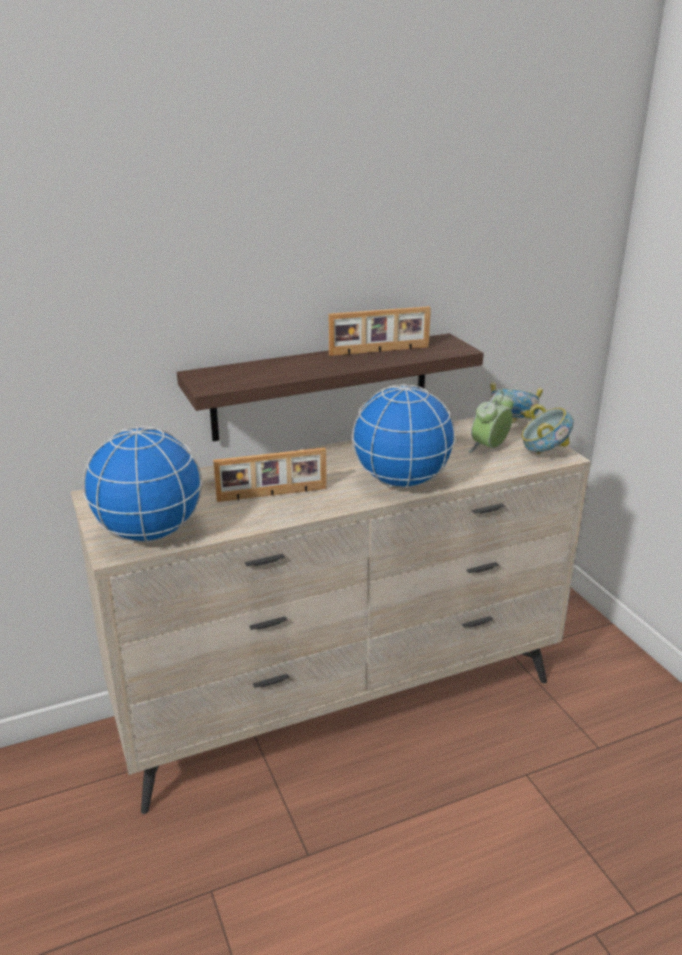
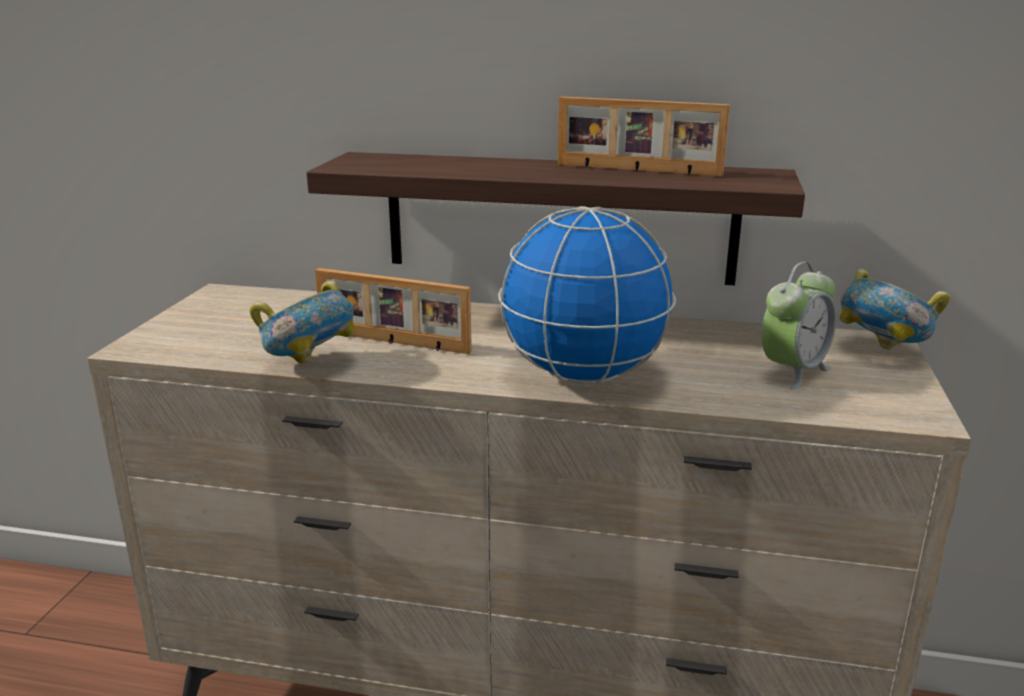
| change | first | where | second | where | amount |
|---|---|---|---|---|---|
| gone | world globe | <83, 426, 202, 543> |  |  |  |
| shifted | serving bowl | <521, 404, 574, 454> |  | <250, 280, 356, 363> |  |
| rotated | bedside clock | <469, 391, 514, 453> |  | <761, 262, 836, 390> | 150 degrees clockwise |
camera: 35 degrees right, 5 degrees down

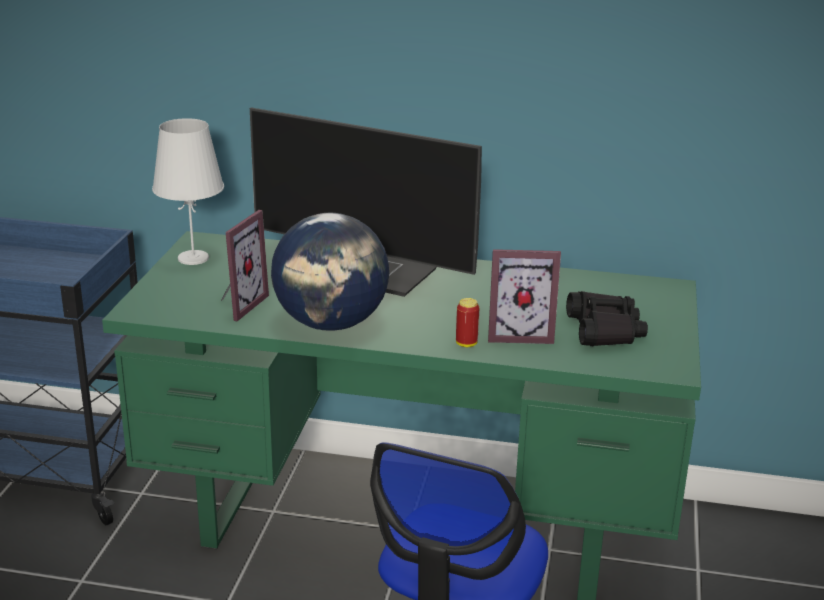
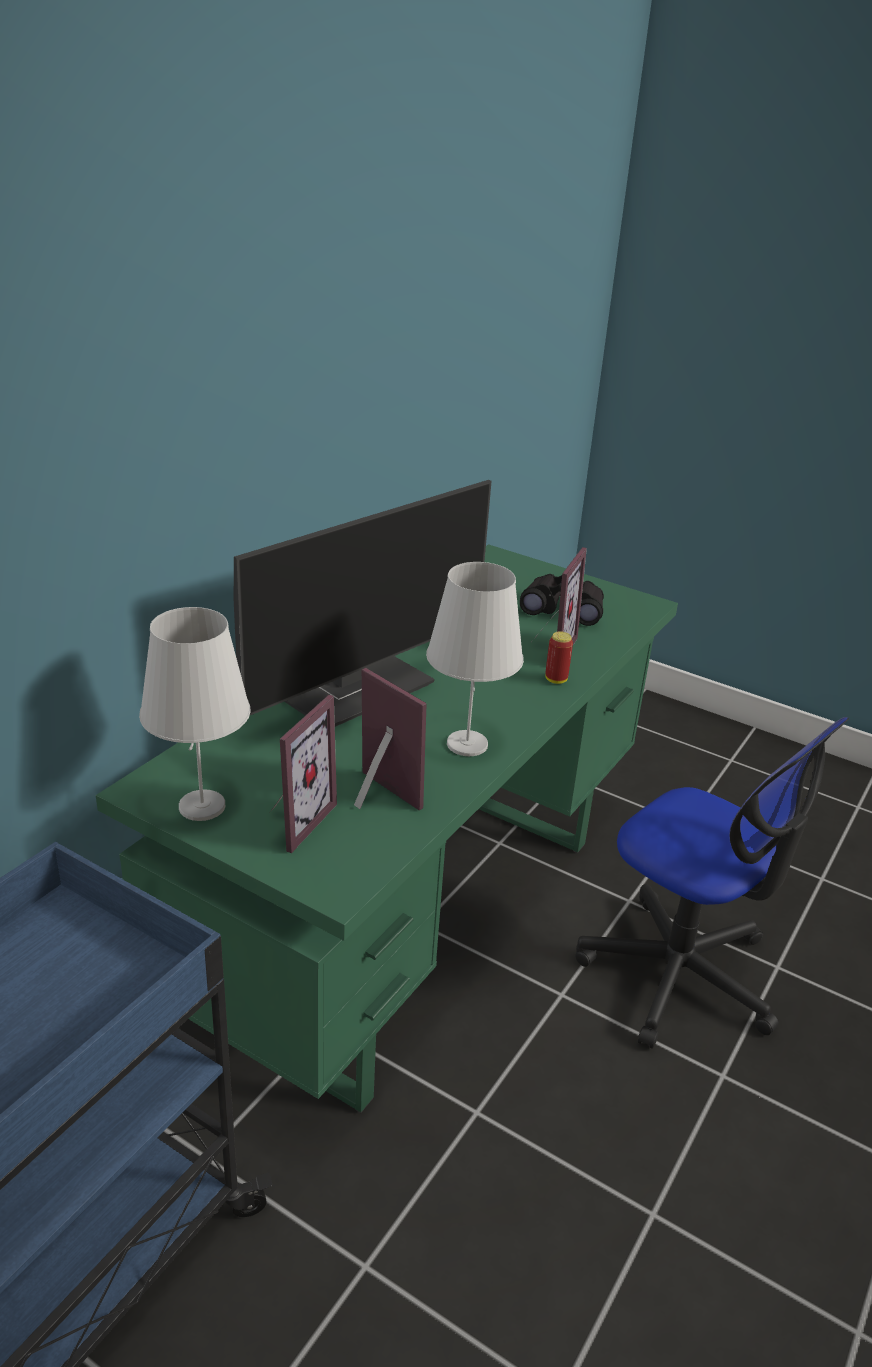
| change | first | where | second | where | amount |
|---|---|---|---|---|---|
| new |  |  | picture frame | <270, 695, 337, 853> |  |
| swapped | world globe | <271, 213, 389, 331> | whitish table lamp | <426, 562, 524, 756> |  |
camera: 70 degrees left, 5 degrees up

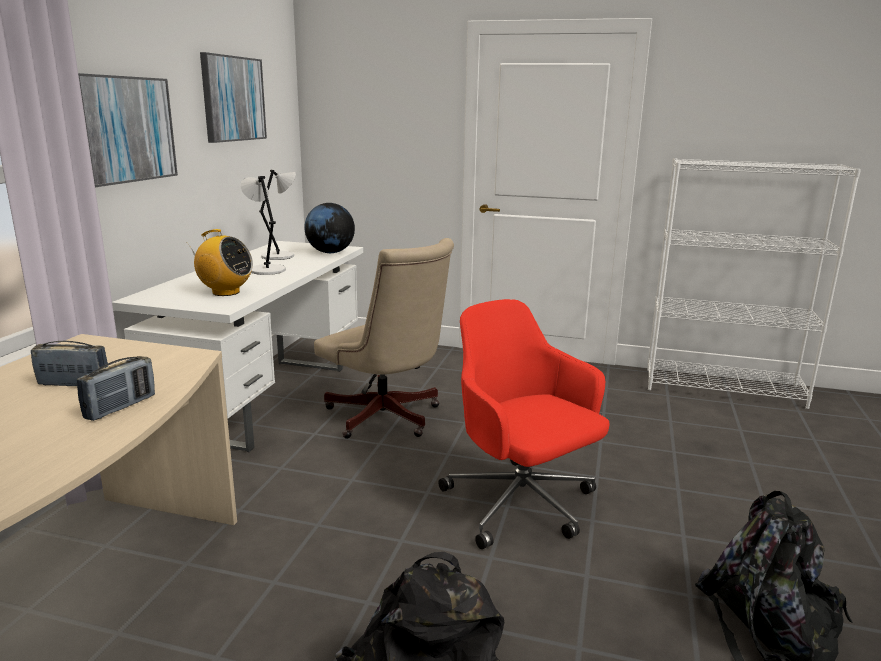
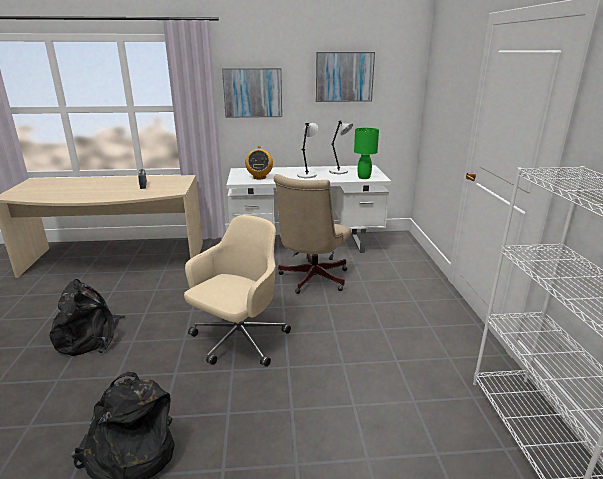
| change | first | where | second | where | amount |
|---|---|---|---|---|---|
| gone | radio | <77, 356, 155, 421> |  |  |  |
| swapped | world globe | <304, 203, 355, 253> | green table lamp | <354, 128, 379, 179> |  |
| repainted | red computer chair | <438, 299, 610, 549> | beige computer chair | <184, 215, 291, 367> |  |
camera: 70 degrees right, 5 degrees up

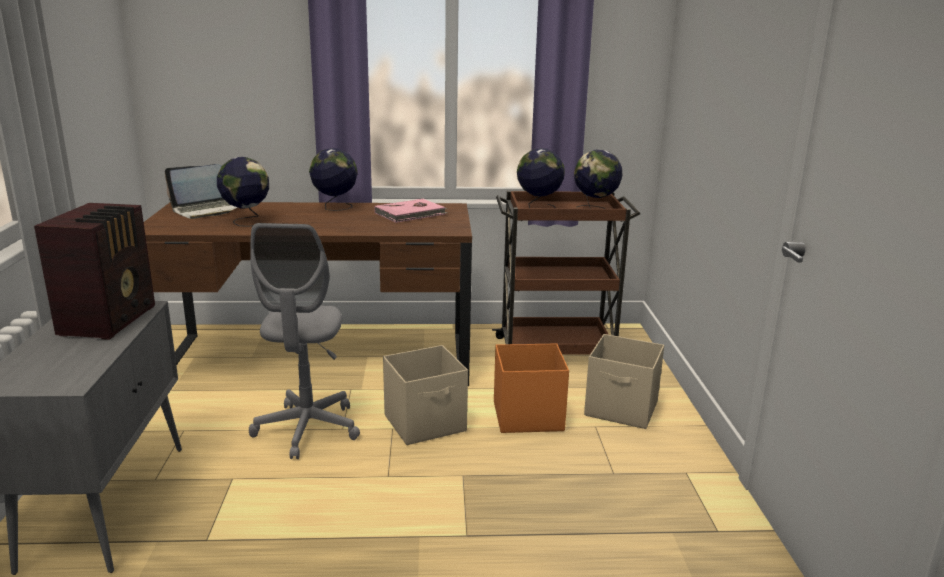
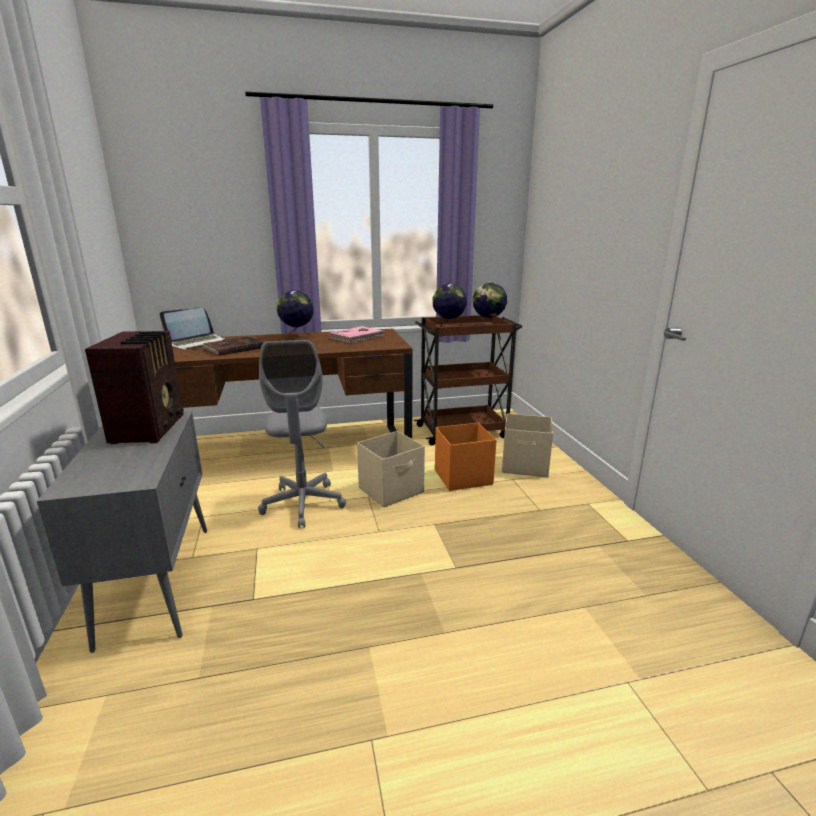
| change | first | where | second | where | amount |
|---|---|---|---|---|---|
| swapped | world globe | <217, 157, 269, 227> | brownish bound book | <202, 336, 264, 356> |  |
camera: 10 degrees left, 0 degrees up

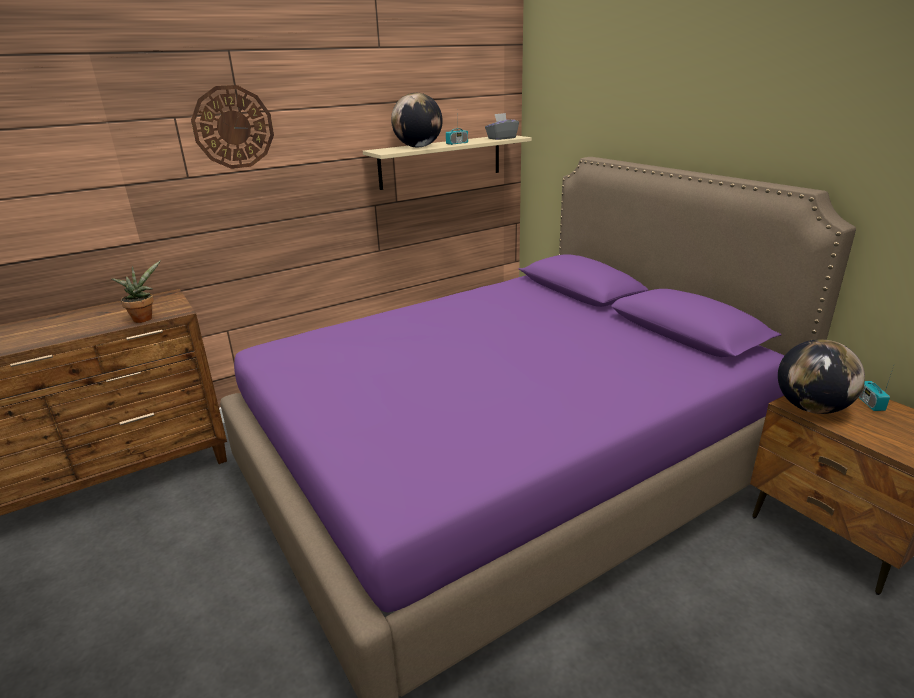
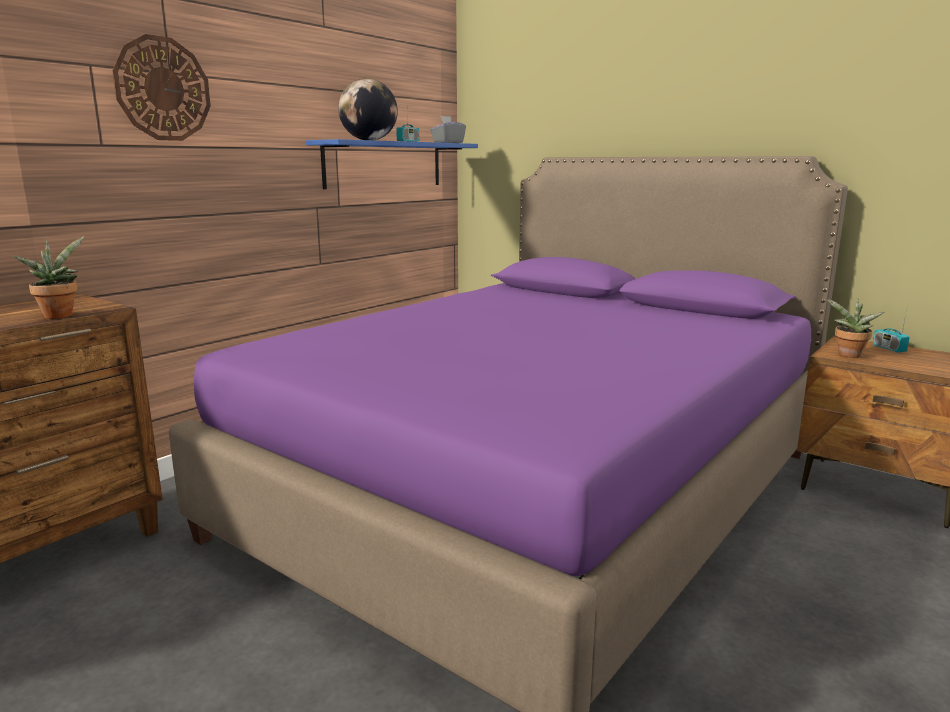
| change | first | where | second | where | amount |
|---|---|---|---|---|---|
| swapped | world globe | <778, 339, 865, 414> | potted plant | <827, 299, 884, 358> |  |
| repainted | beige bracket shelf | <363, 135, 532, 190> | bluish bracket shelf | <306, 139, 478, 189> |  |
camera: 20 degrees left, 10 degrees down

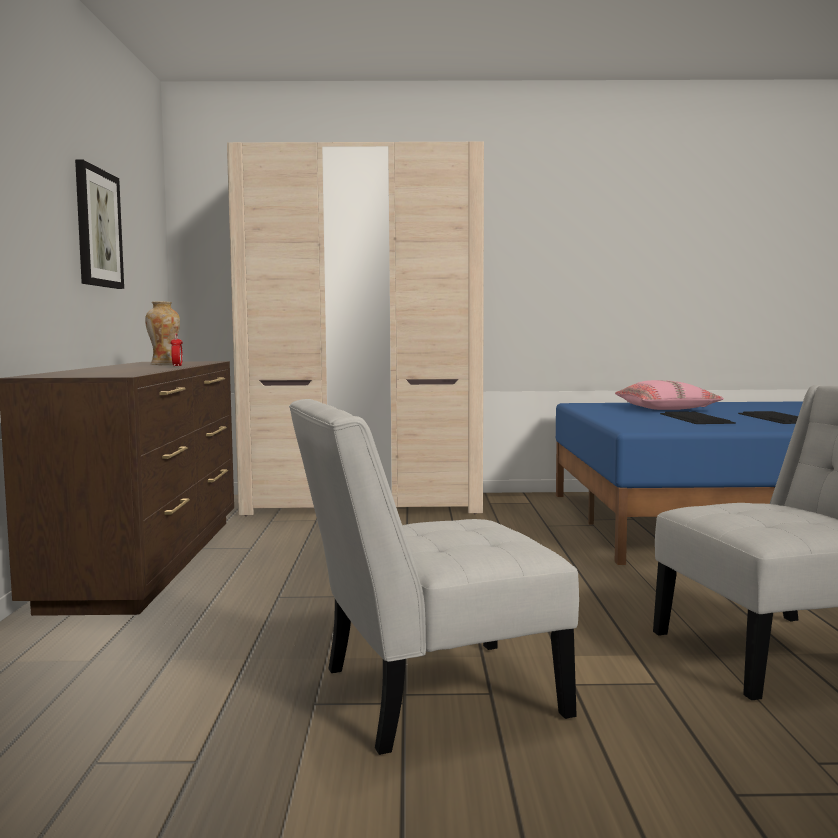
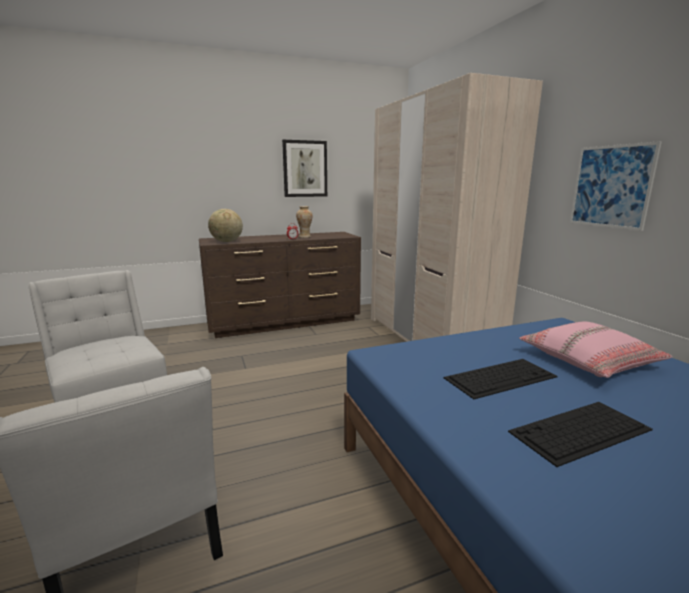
| change | first | where | second | where | amount |
|---|---|---|---|---|---|
| new |  |  | world globe | <208, 209, 243, 242> |  |
| new |  |  | wall picture | <570, 141, 662, 231> |  |
camera: 70 degrees right, 10 degrees up

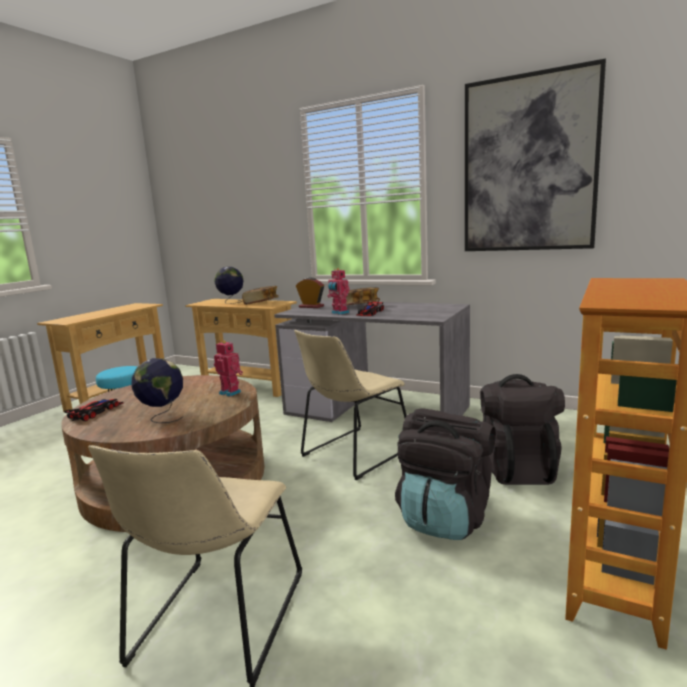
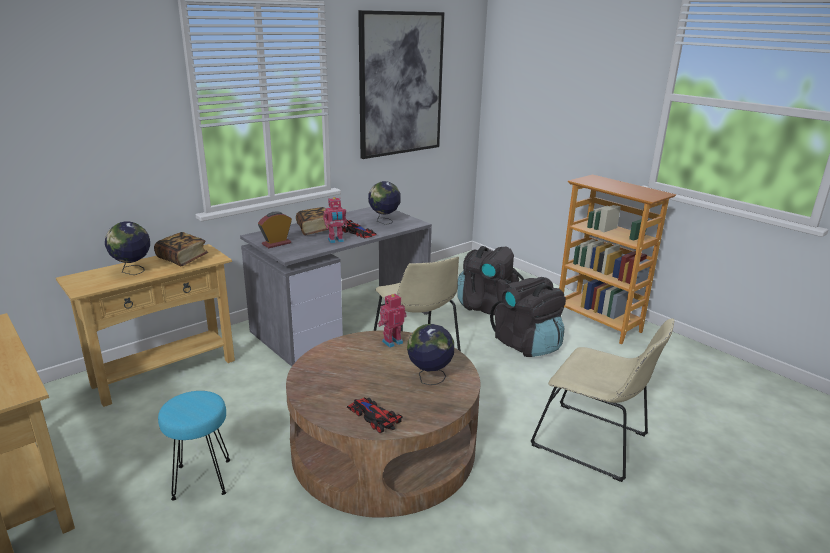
| change | first | where | second | where | amount |
|---|---|---|---|---|---|
| new |  |  | world globe | <368, 181, 401, 225> |  |
camera: 70 degrees left, 10 degrees up

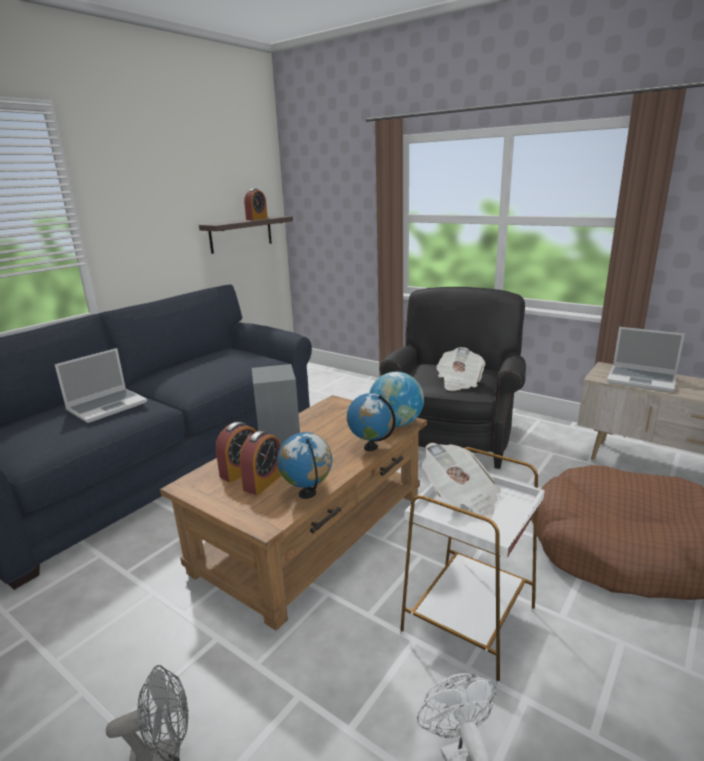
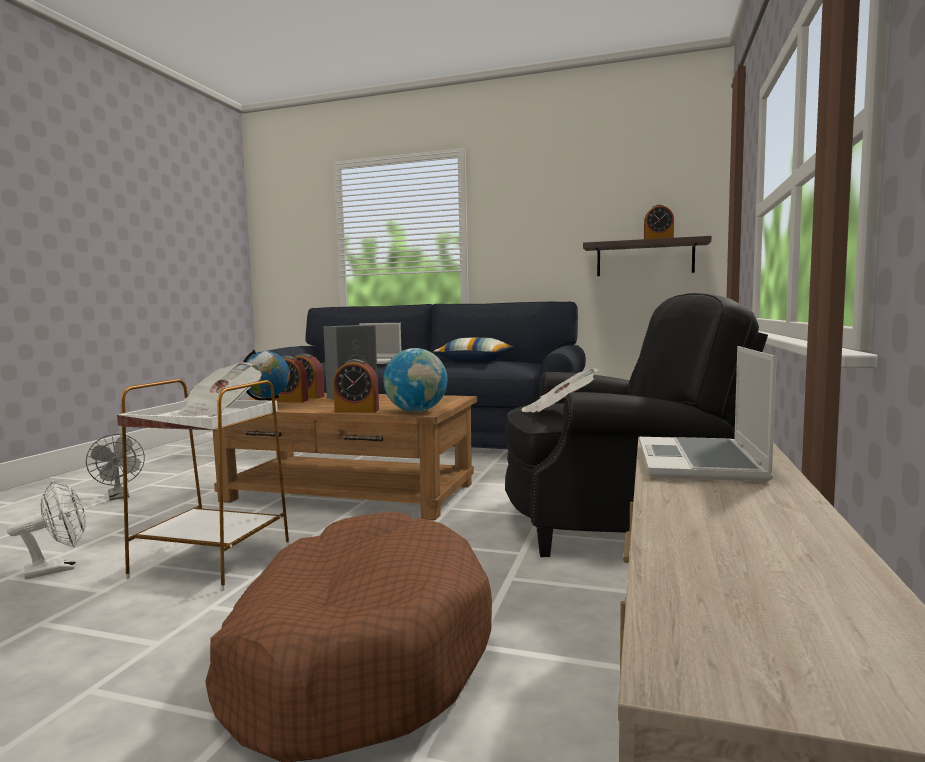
| change | first | where | second | where | amount |
|---|---|---|---|---|---|
| new |  |  | throw pillow | <433, 338, 515, 362> |  |
| swapped | world globe | <347, 393, 396, 451> | bedside clock | <333, 359, 379, 413> |  |
camera: 70 degrees right, 15 degrees down

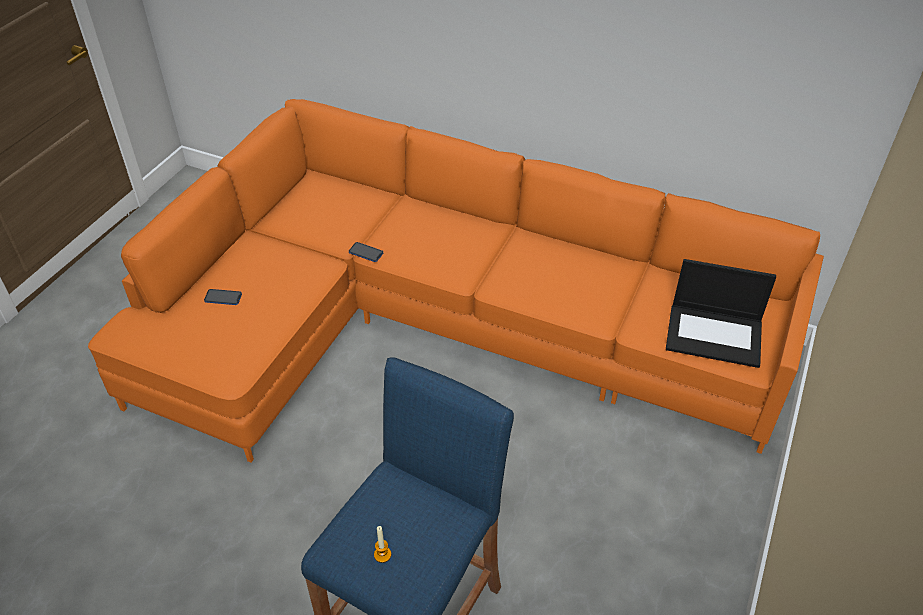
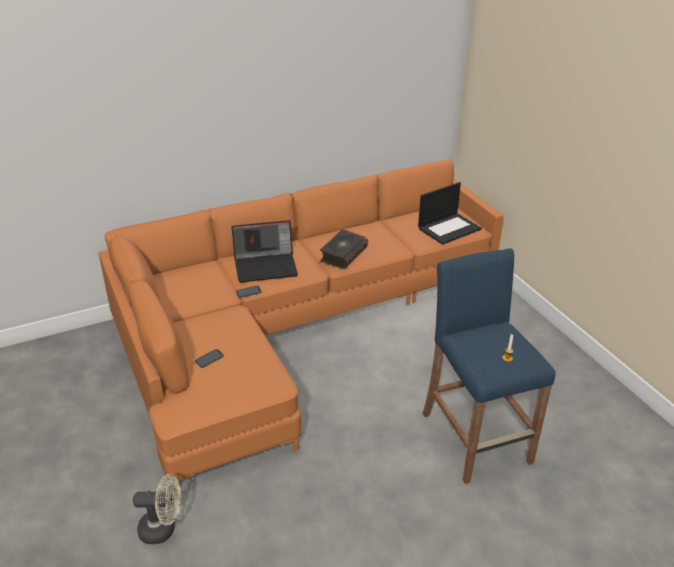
| change | first | where | second | where | amount |
|---|---|---|---|---|---|
| new |  |  | beige fan | <133, 474, 181, 544> |  |
| new |  |  | portable computer | <231, 220, 298, 282> |  |
| new |  |  | bound book | <320, 229, 368, 269> |  |
camera: 50 degrees left, 10 degrees down

